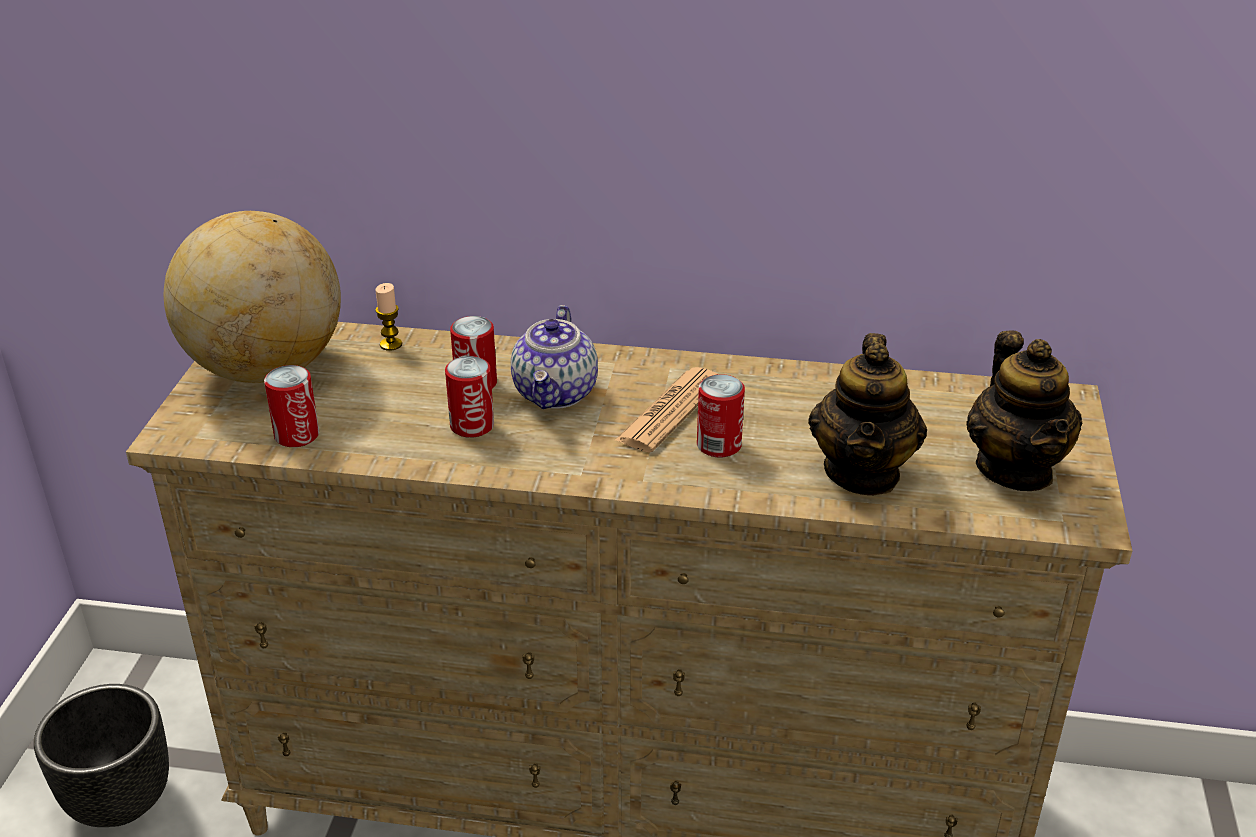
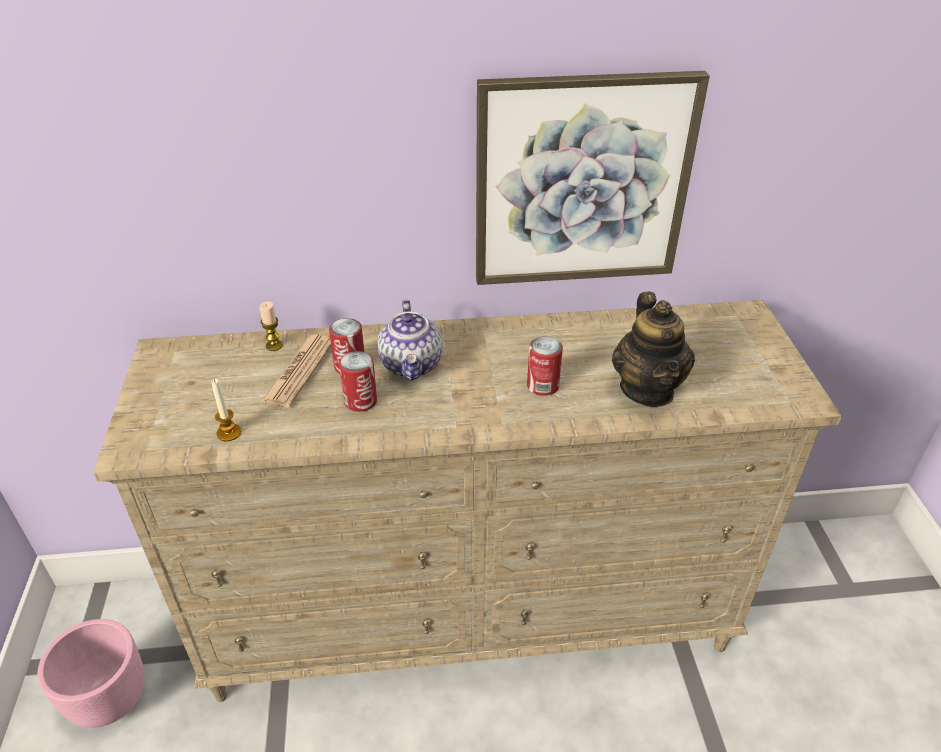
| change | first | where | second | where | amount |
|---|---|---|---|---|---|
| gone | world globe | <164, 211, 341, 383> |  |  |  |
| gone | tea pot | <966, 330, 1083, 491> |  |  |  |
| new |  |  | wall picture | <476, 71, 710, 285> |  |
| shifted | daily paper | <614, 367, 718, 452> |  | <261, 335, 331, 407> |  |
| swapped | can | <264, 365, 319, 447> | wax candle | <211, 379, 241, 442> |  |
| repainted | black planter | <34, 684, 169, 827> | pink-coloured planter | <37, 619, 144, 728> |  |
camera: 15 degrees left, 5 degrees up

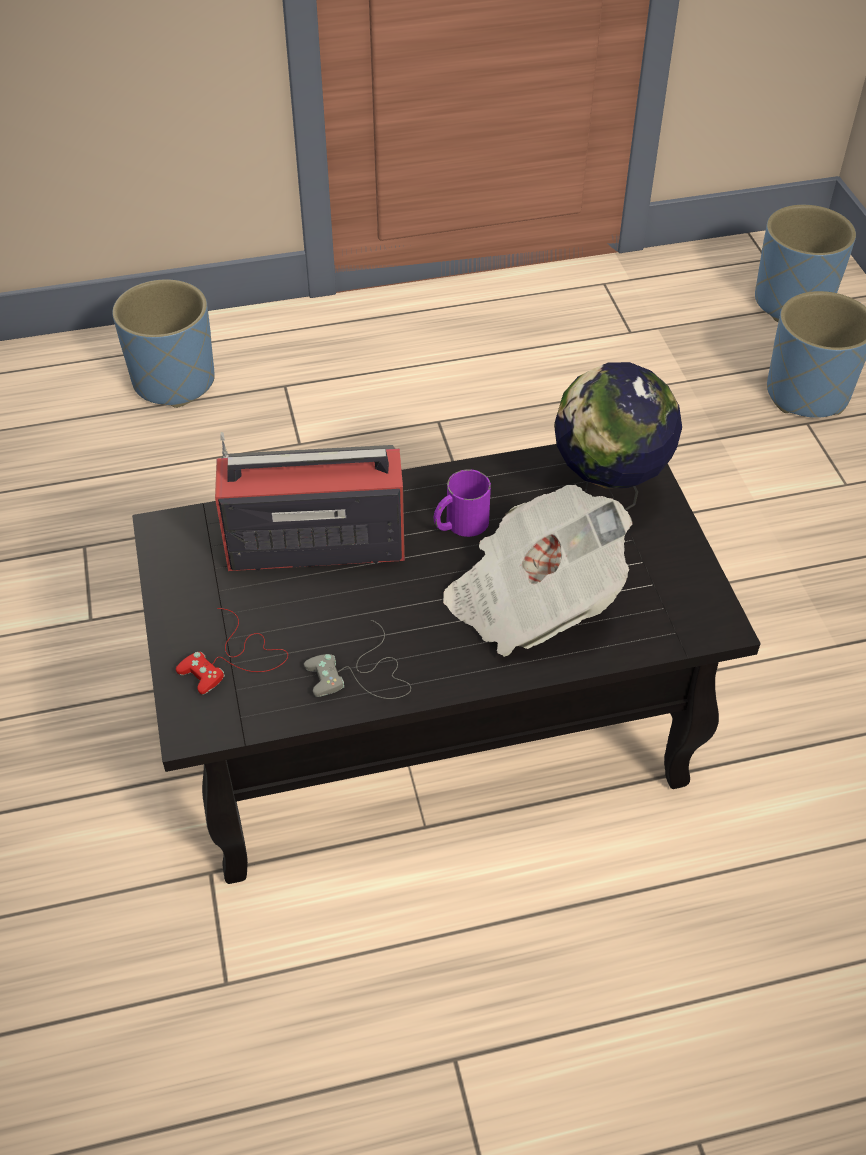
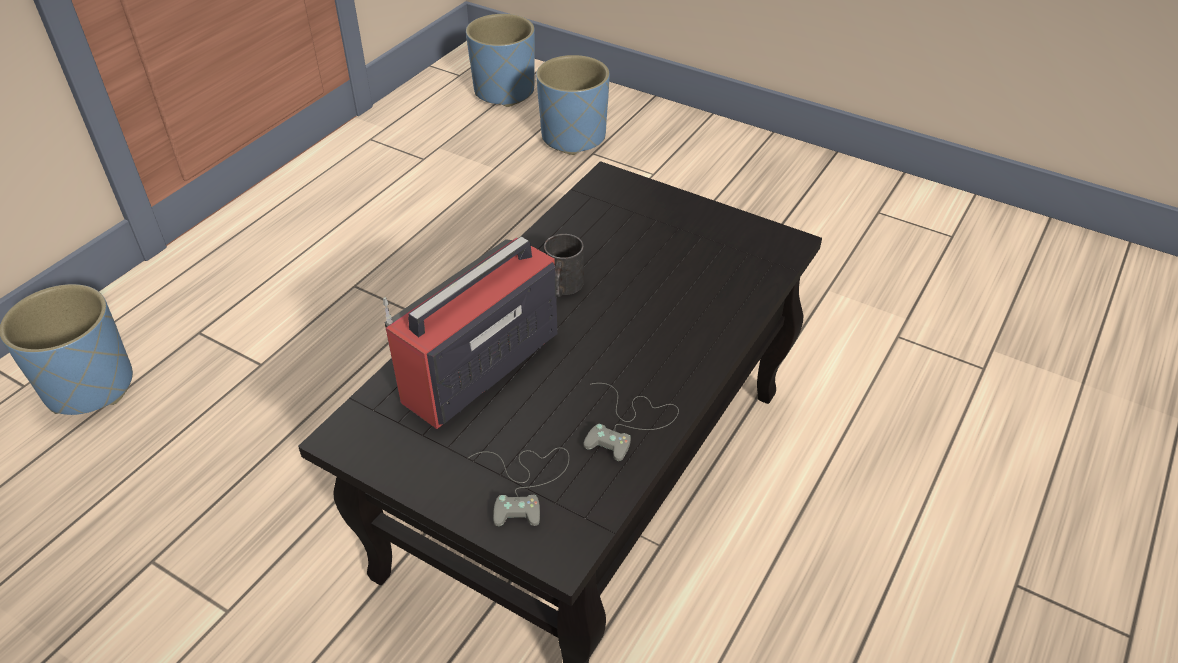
| change | first | where | second | where | amount |
|---|---|---|---|---|---|
| gone | daily paper | <443, 485, 632, 657> |  |  |  |
| gone | world globe | <554, 362, 682, 510> |  |  |  |
| repainted | red gamepad | <176, 608, 288, 695> | grey gamepad | <468, 447, 569, 526> |  |
| repainted | purple-coloured coffee mug | <434, 469, 491, 537> | black coffee mug | <544, 234, 584, 297> |  |
camera: 45 degrees left, 5 degrees down

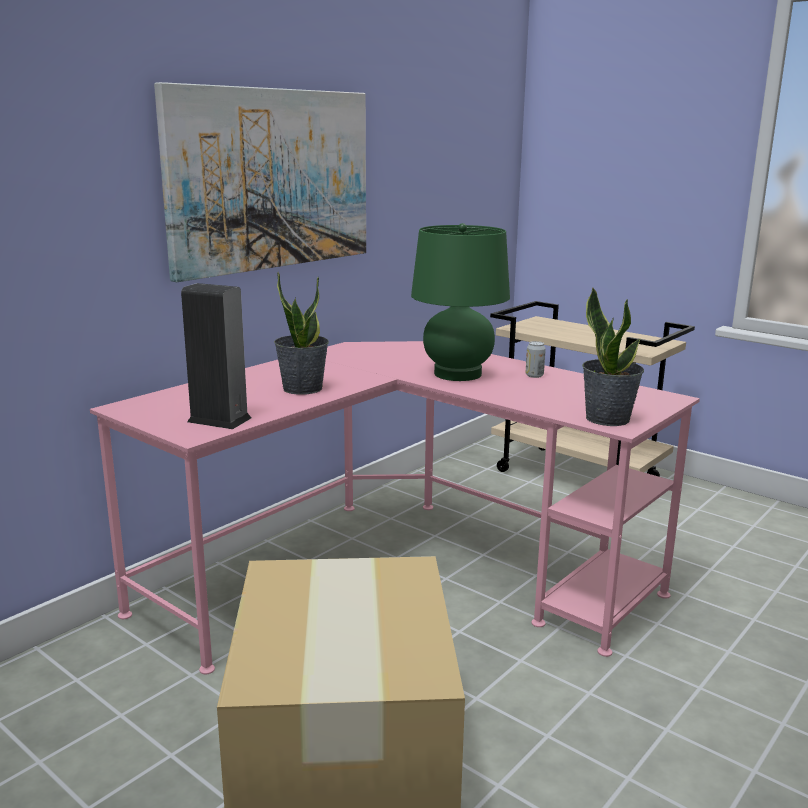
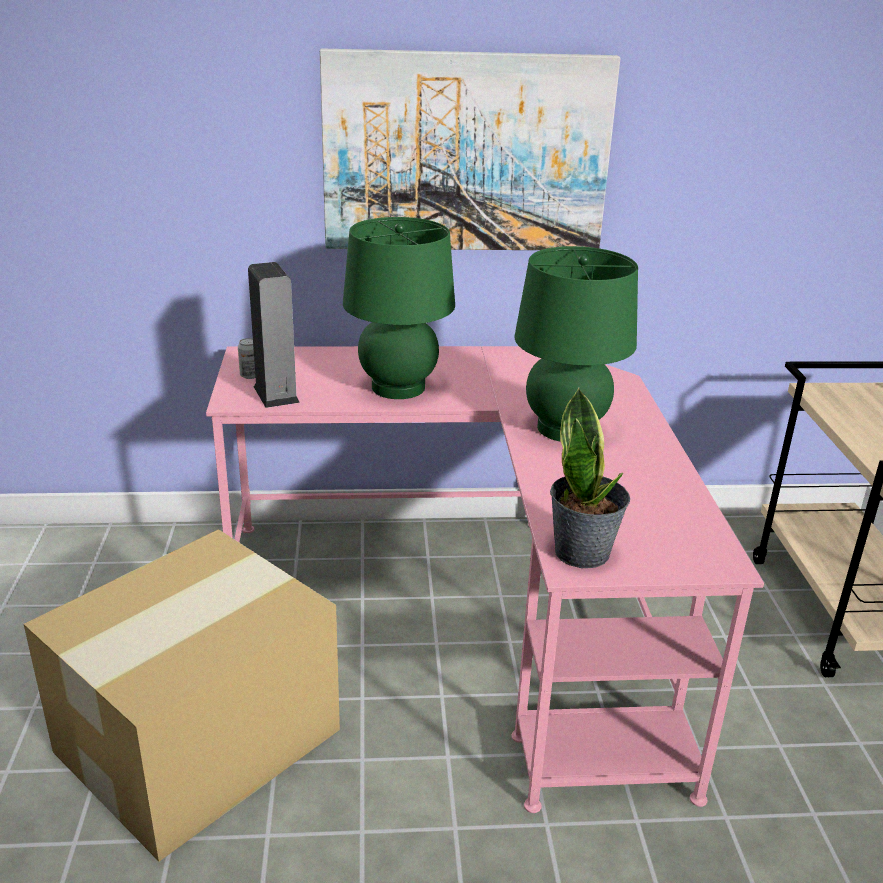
| change | first | where | second | where | amount |
|---|---|---|---|---|---|
| shifted | can | <526, 341, 546, 378> |  | <238, 338, 256, 379> |  |
| swapped | potted plant | <274, 272, 329, 395> | green table lamp | <343, 217, 455, 399> |  |
camera: 45 degrees right, 10 degrees up

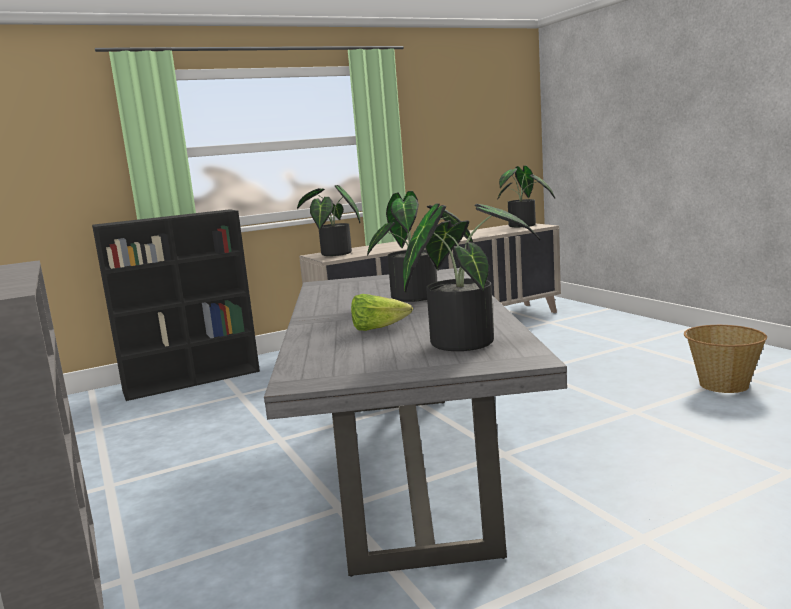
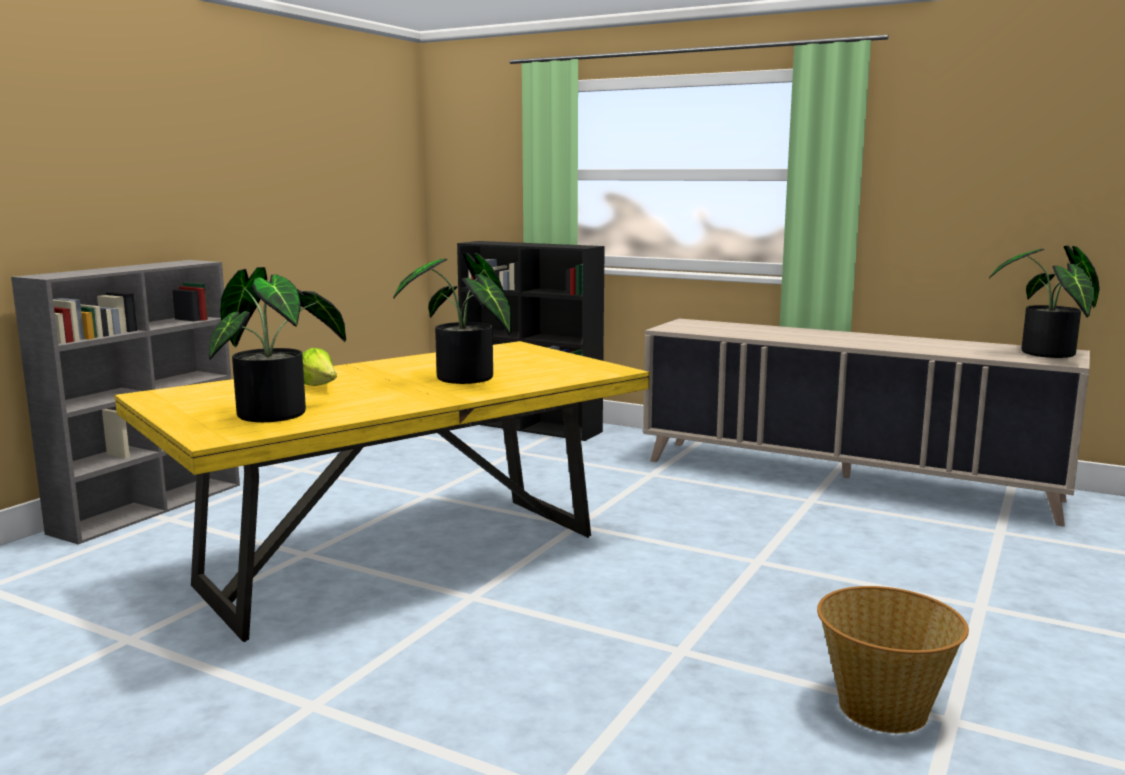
| change | first | where | second | where | amount |
|---|---|---|---|---|---|
| gone | potted plant | <297, 185, 360, 256> |  |  |  |
| repainted | grey kitchen table | <264, 268, 567, 577> | yellow-coloured kitchen table | <114, 341, 650, 642> |  |
camera: 55 degrees right, 0 degrees up

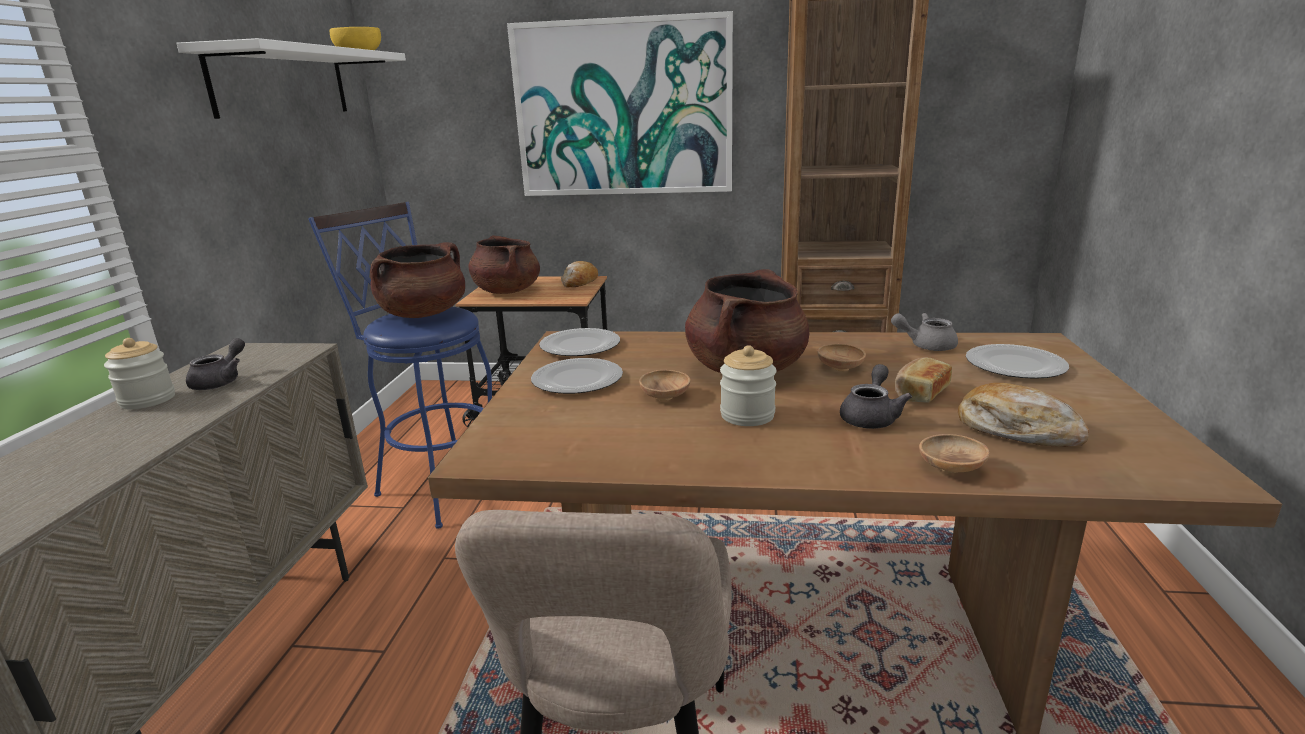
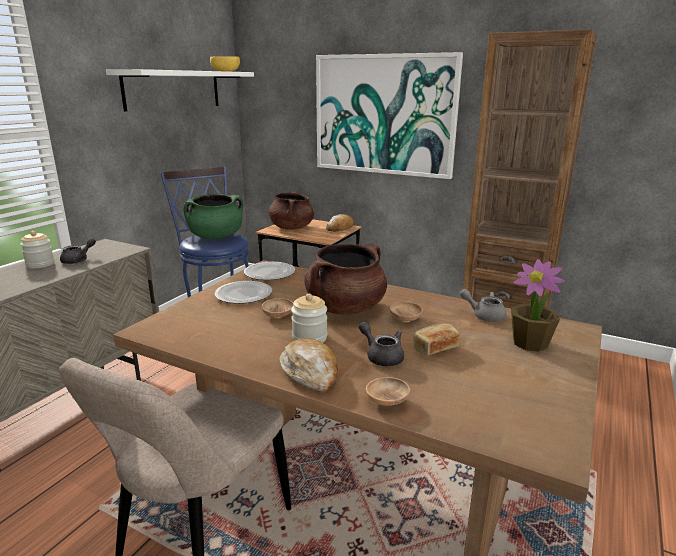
| change | first | where | second | where | amount |
|---|---|---|---|---|---|
| shifted | bakery bread | <958, 383, 1089, 447> |  | <279, 338, 338, 392> |  |
| swapped | plate | <966, 344, 1069, 379> | potted plant | <511, 259, 565, 352> |  |
| repainted | brownish cooking pot | <370, 242, 465, 318> | green cooking pot | <183, 194, 243, 239> |  |
| rotated | grey tea pot | <840, 364, 912, 429> |  | <359, 322, 404, 366> | 90 degrees counterclockwise |
camera: 20 degrees right, 0 degrees up

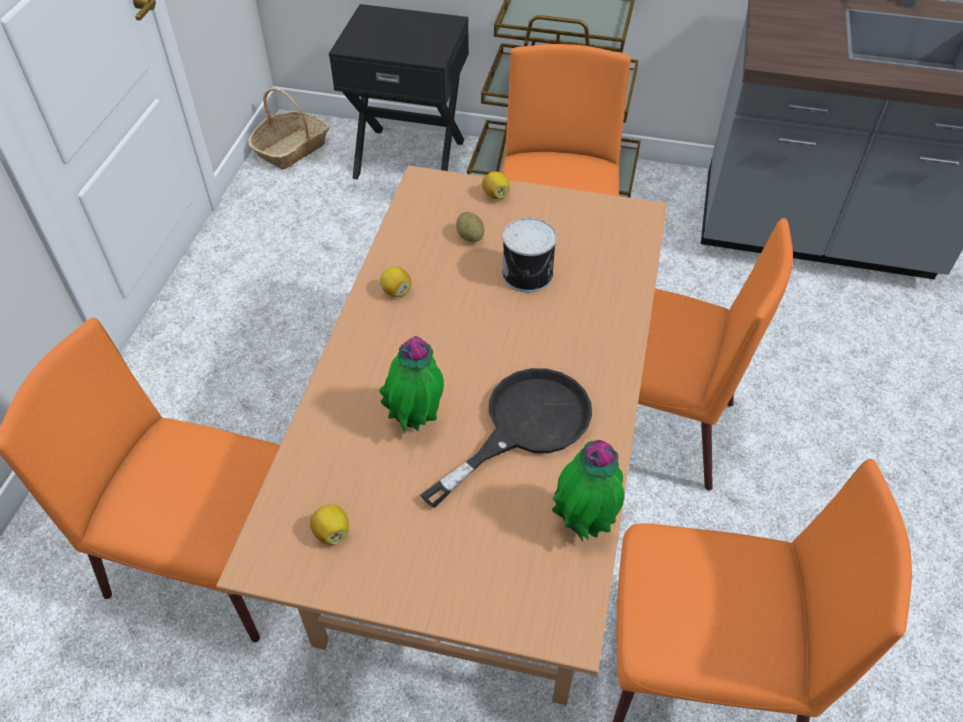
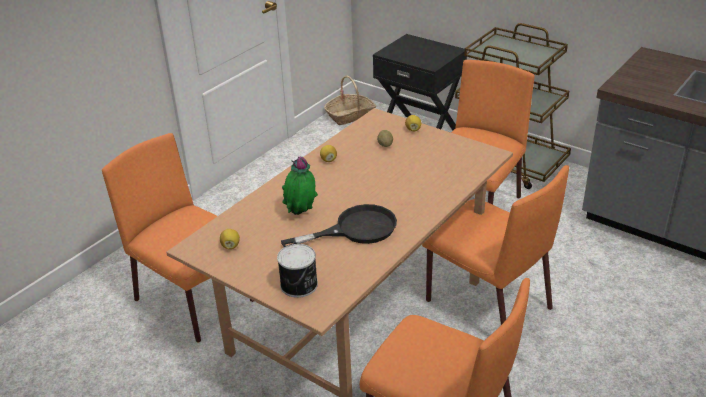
| change | first | where | second | where | amount |
|---|---|---|---|---|---|
| gone | potted plant | <552, 440, 624, 541> |  |  |  |
| shifted | can | <502, 218, 557, 293> |  | <277, 244, 318, 298> |  |
camera: 25 degrees right, 15 degrees down

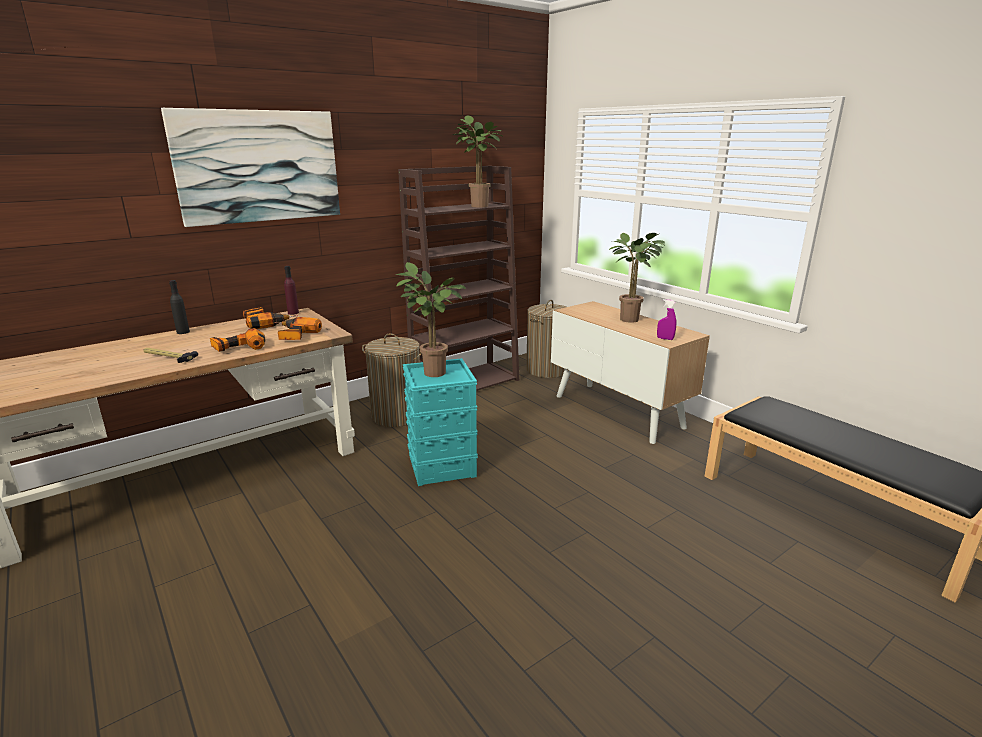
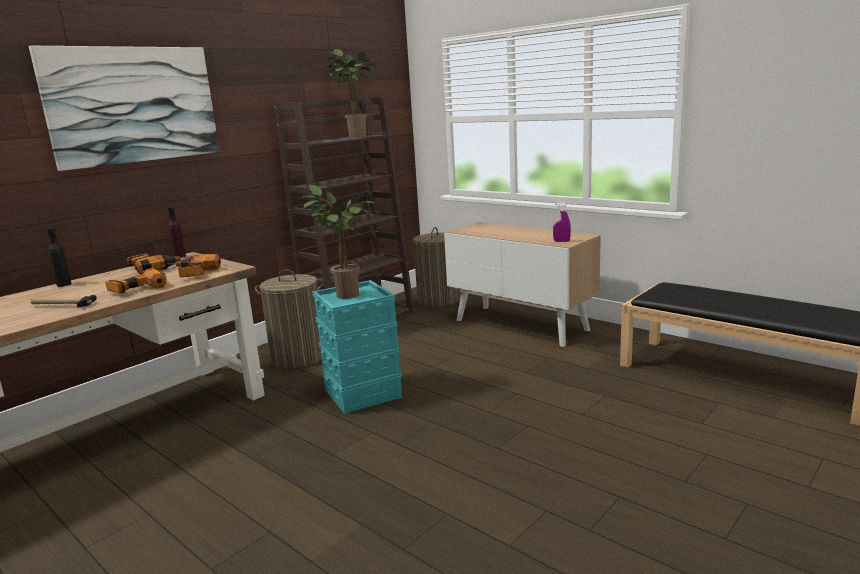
| change | first | where | second | where | amount |
|---|---|---|---|---|---|
| gone | potted plant | <609, 233, 666, 323> |  |  |  |
camera: 10 degrees left, 5 degrees down

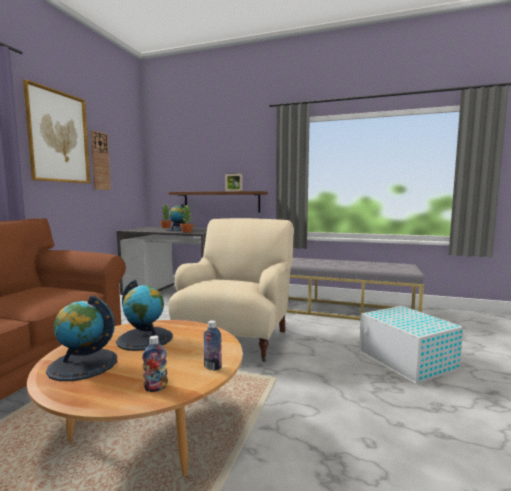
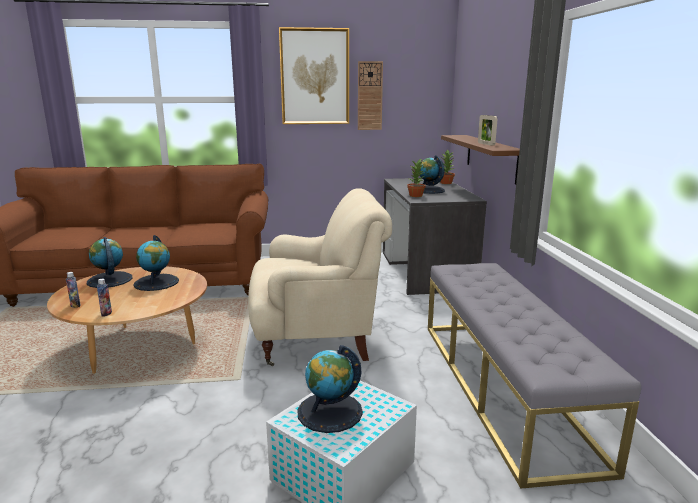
| change | first | where | second | where | amount |
|---|---|---|---|---|---|
| new |  |  | world globe | <297, 345, 363, 433> |  |
camera: 65 degrees right, 10 degrees up

